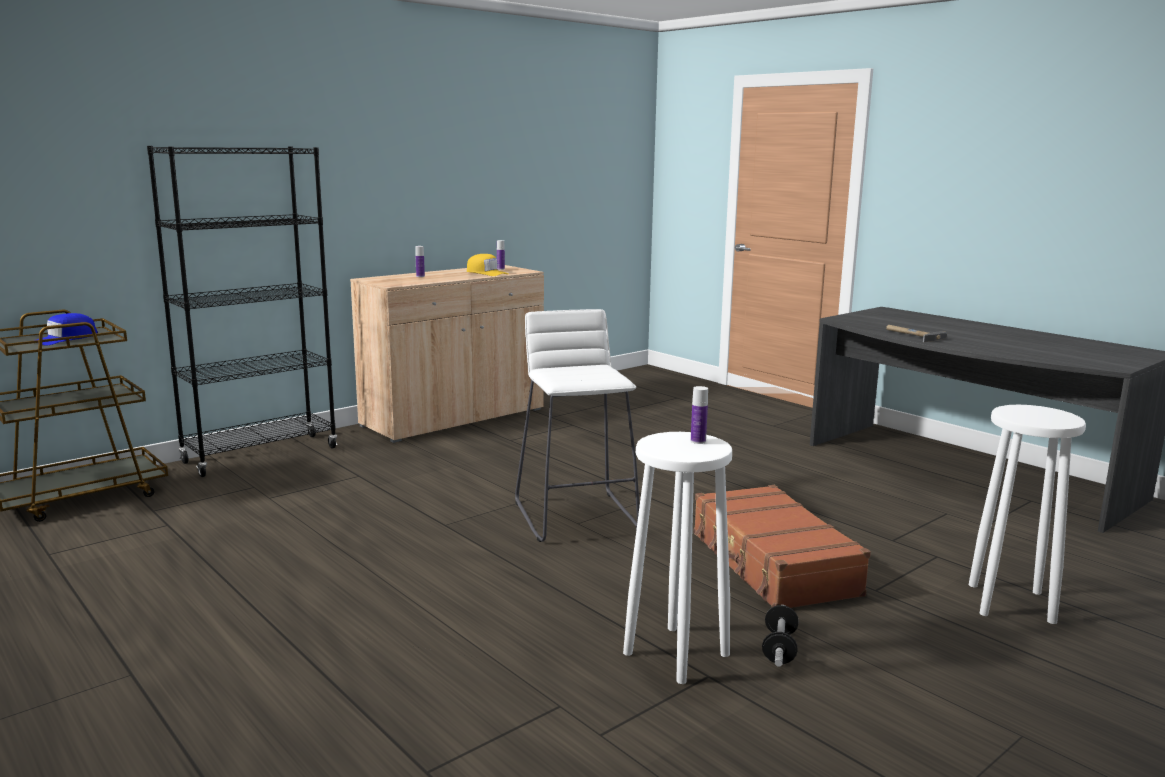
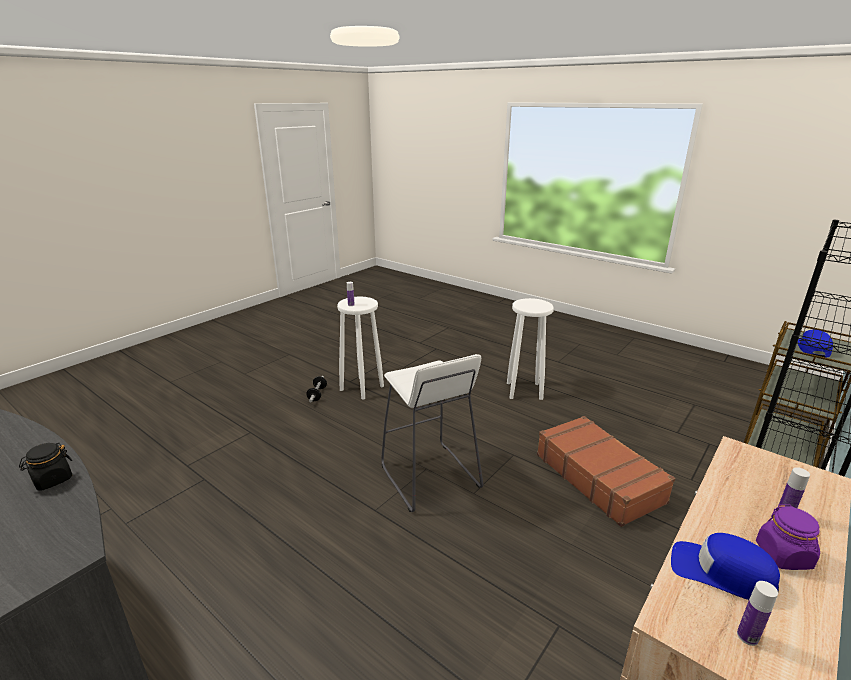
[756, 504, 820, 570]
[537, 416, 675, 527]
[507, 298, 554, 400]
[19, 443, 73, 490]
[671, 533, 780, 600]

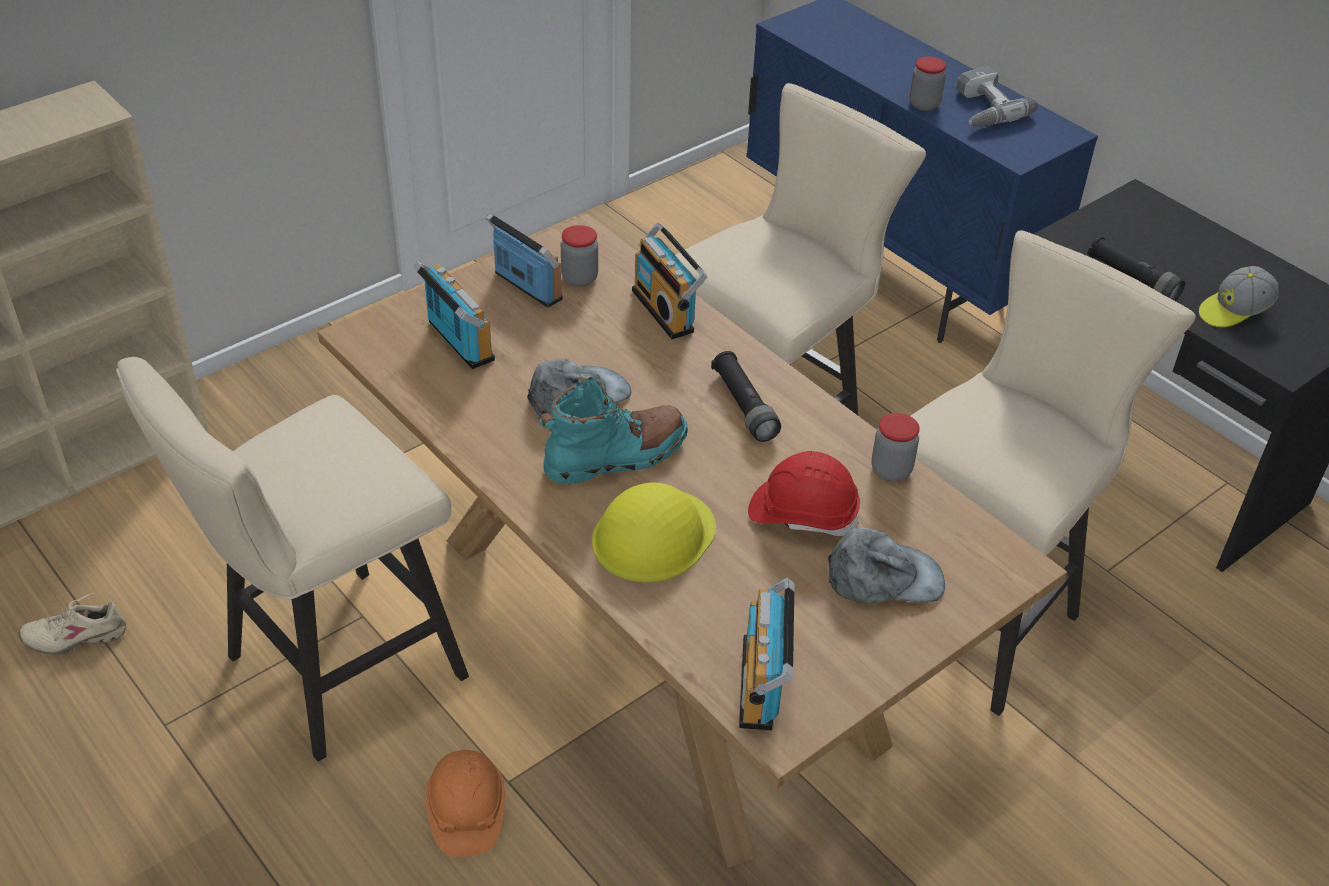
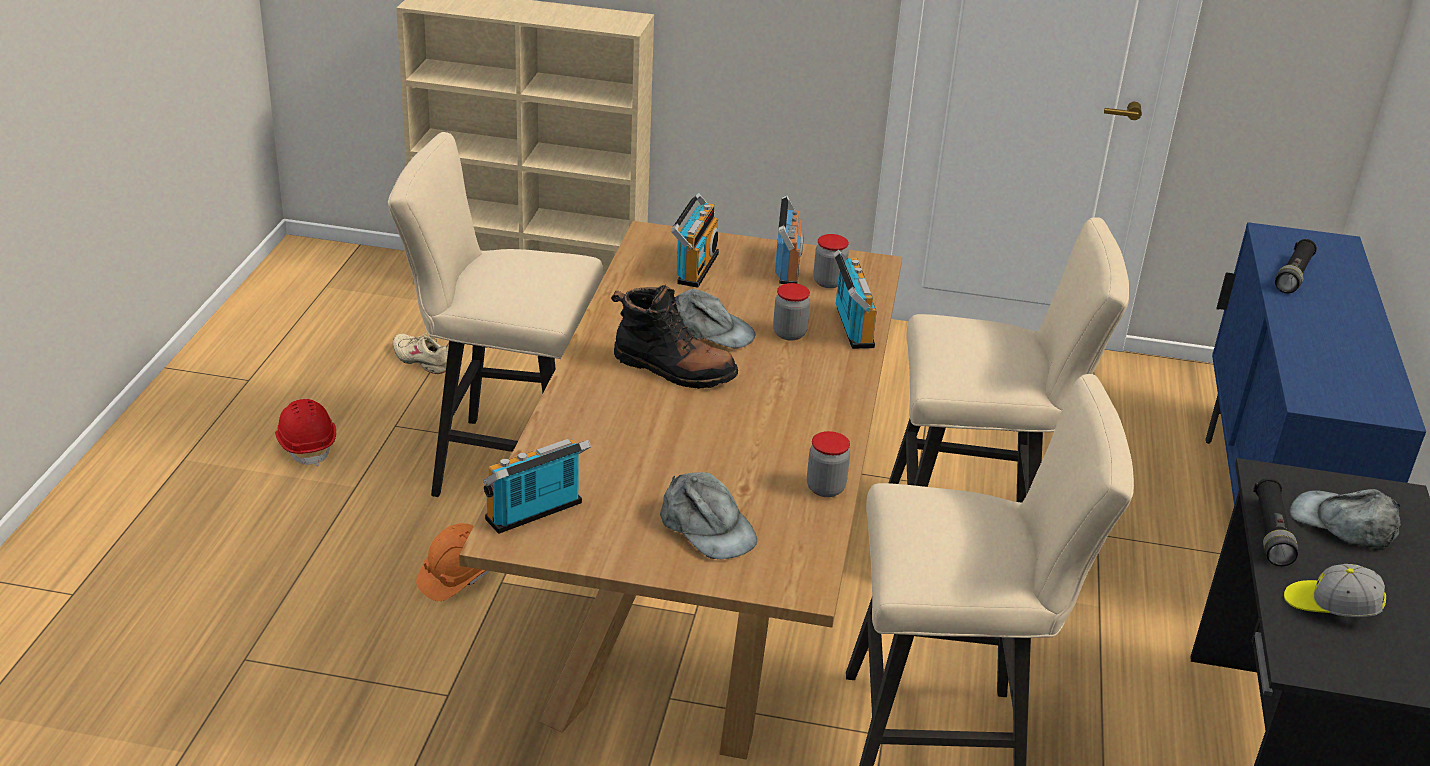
[592, 483, 716, 582] (first image)
[956, 67, 1038, 126] (first image)
[1290, 489, 1401, 547]
[1275, 239, 1317, 293]
[275, 399, 336, 466]
[773, 283, 810, 340]
[611, 285, 738, 389]
[834, 250, 877, 349]

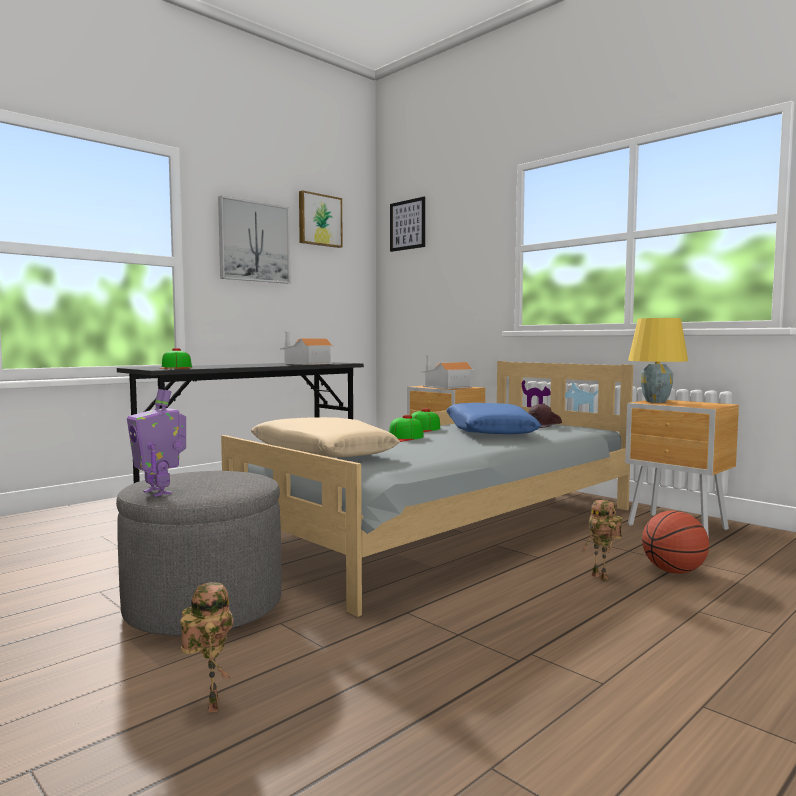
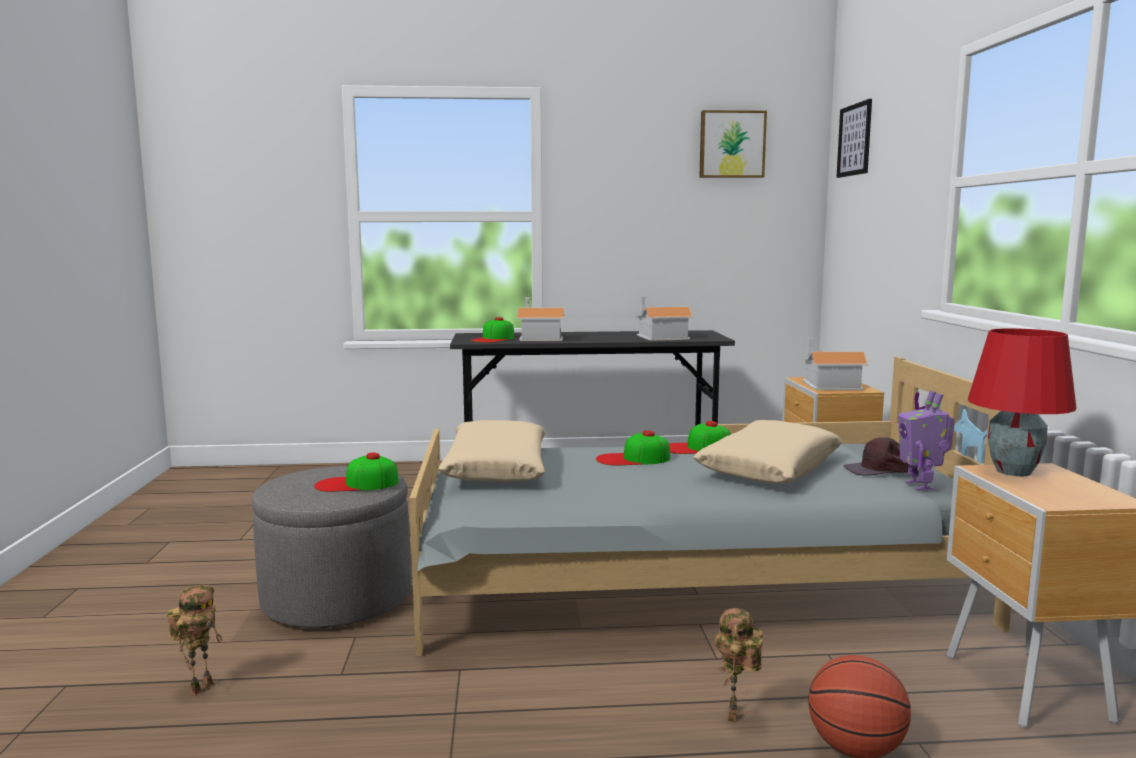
[218, 196, 290, 284] (first image)
[314, 453, 399, 492]
[517, 297, 564, 341]
[898, 390, 955, 490]
[693, 420, 843, 484]
[968, 328, 1077, 476]

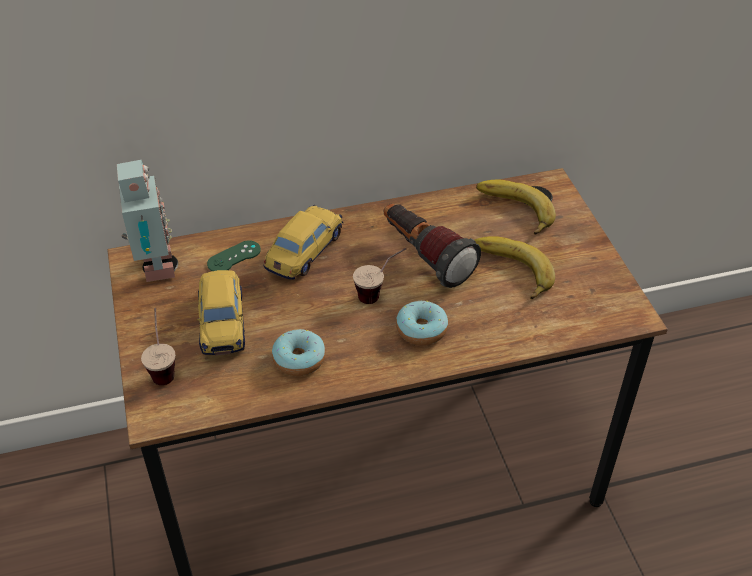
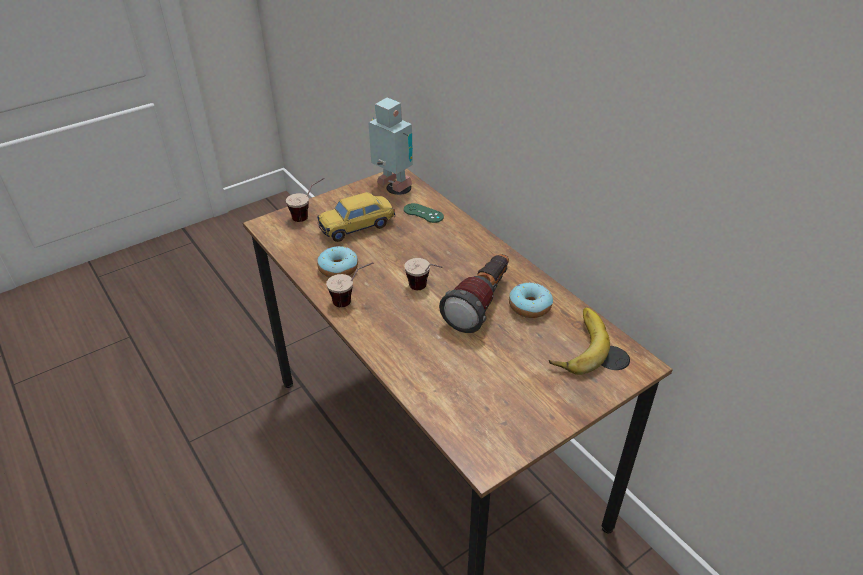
[264, 205, 343, 280] (first image)
[475, 236, 555, 299] (first image)
[326, 262, 374, 307]
[509, 282, 553, 318]
[368, 97, 413, 192]

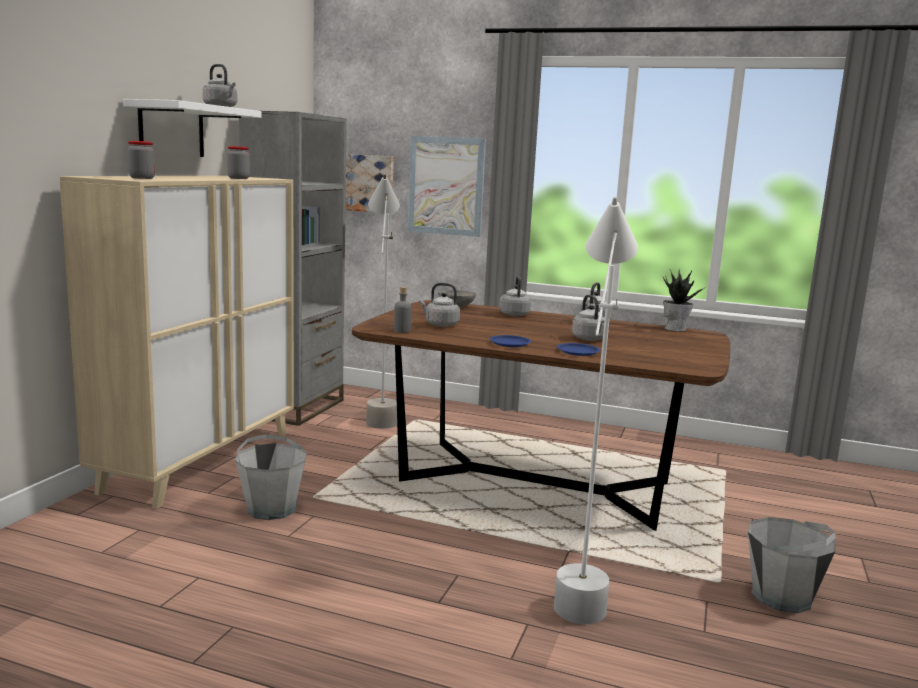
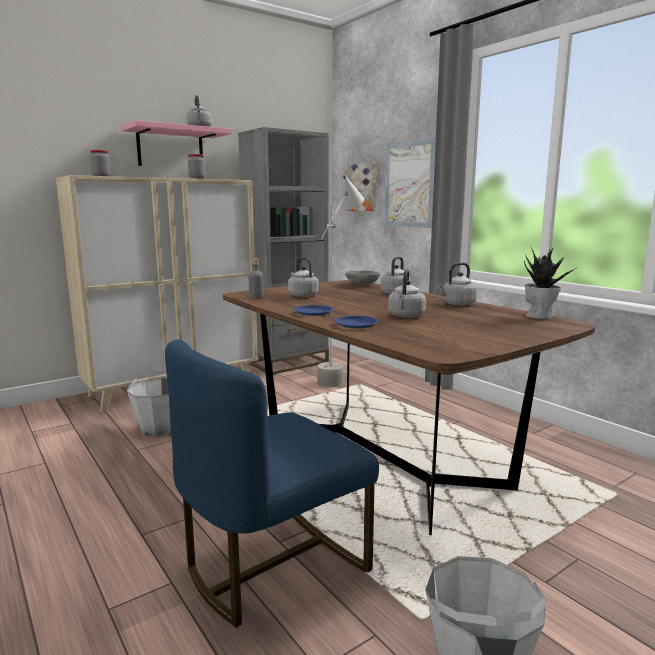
[165, 340, 379, 628]
[121, 120, 232, 166]

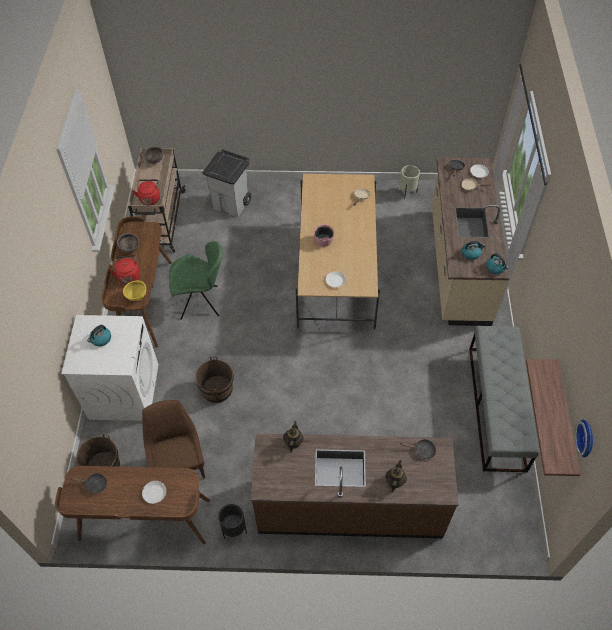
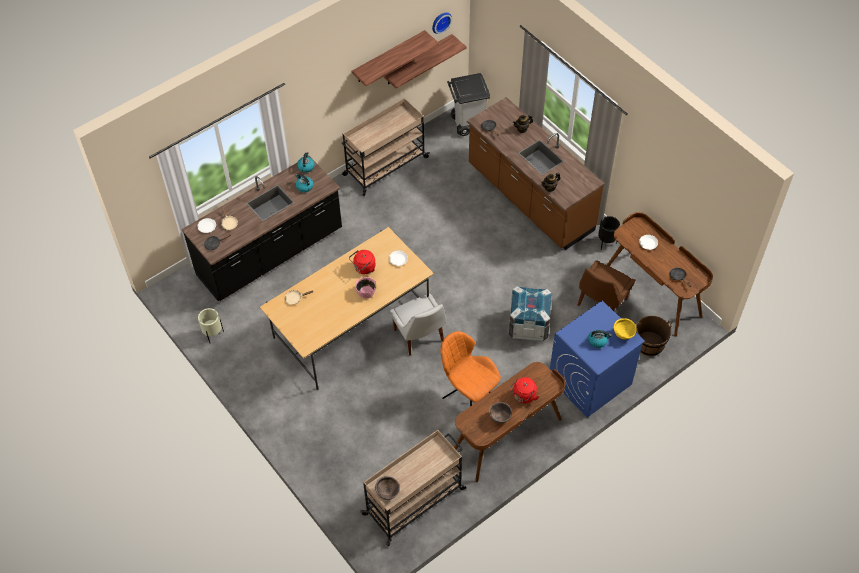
[352, 30, 440, 86]
[390, 293, 446, 356]
[614, 318, 637, 340]
[349, 250, 375, 274]
[447, 73, 490, 136]
[508, 286, 552, 341]
[342, 98, 430, 196]
[550, 301, 645, 418]
[440, 331, 501, 406]
[182, 156, 342, 301]

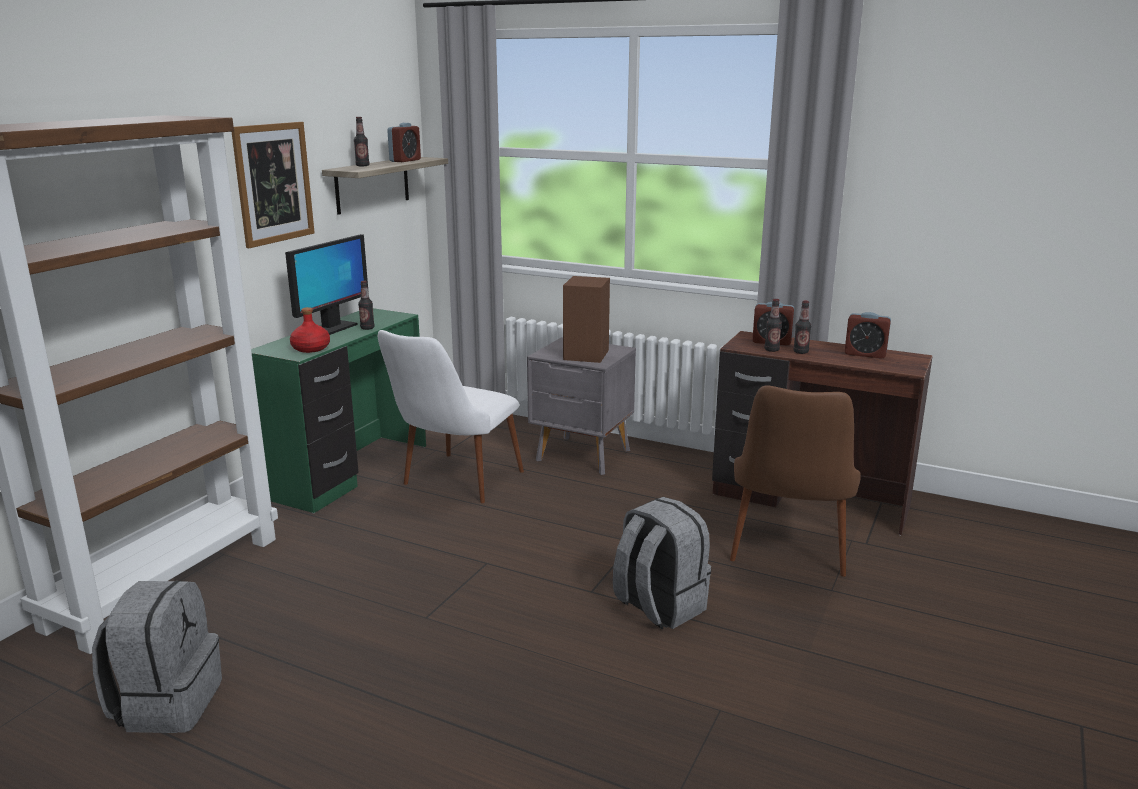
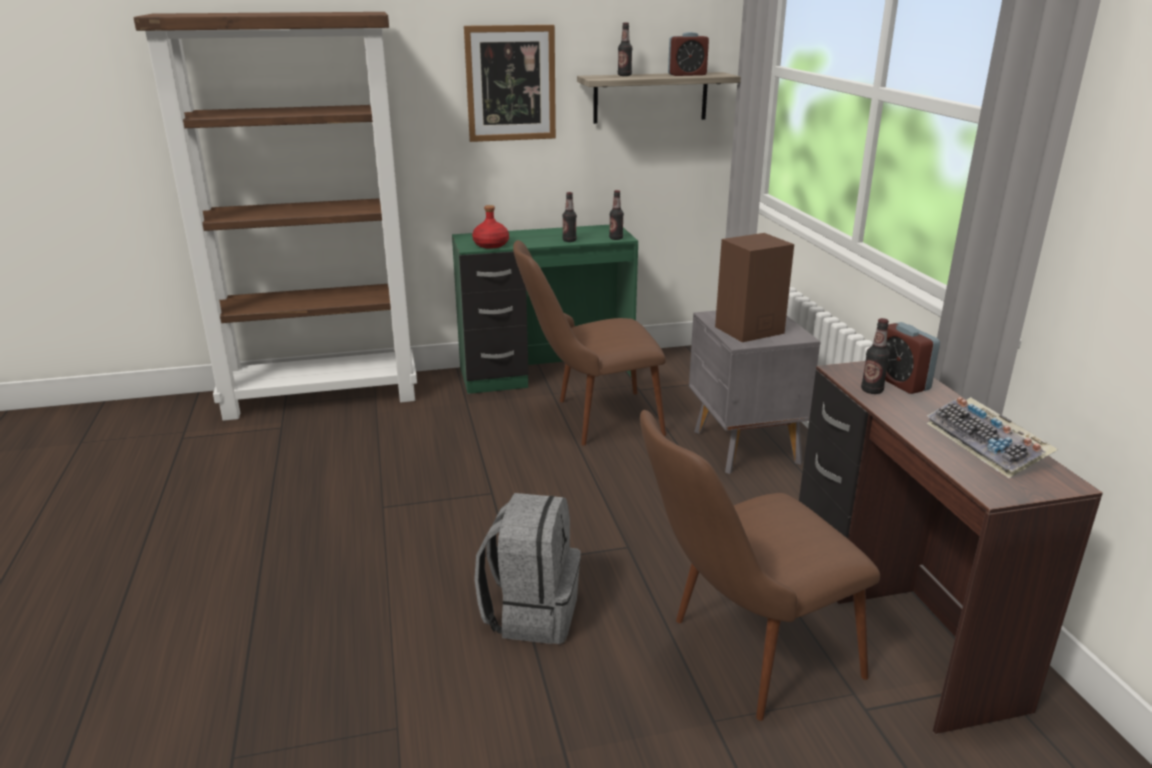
[92, 581, 222, 733] (first image)
[285, 234, 369, 335] (first image)
[609, 190, 624, 240]
[927, 397, 1058, 478]
[513, 240, 666, 445]

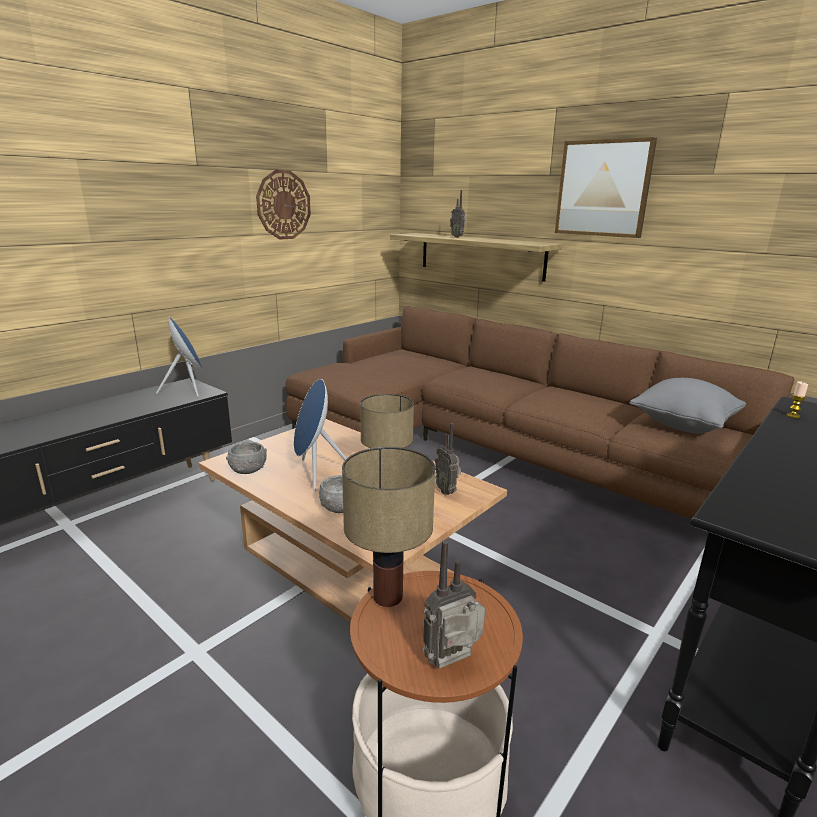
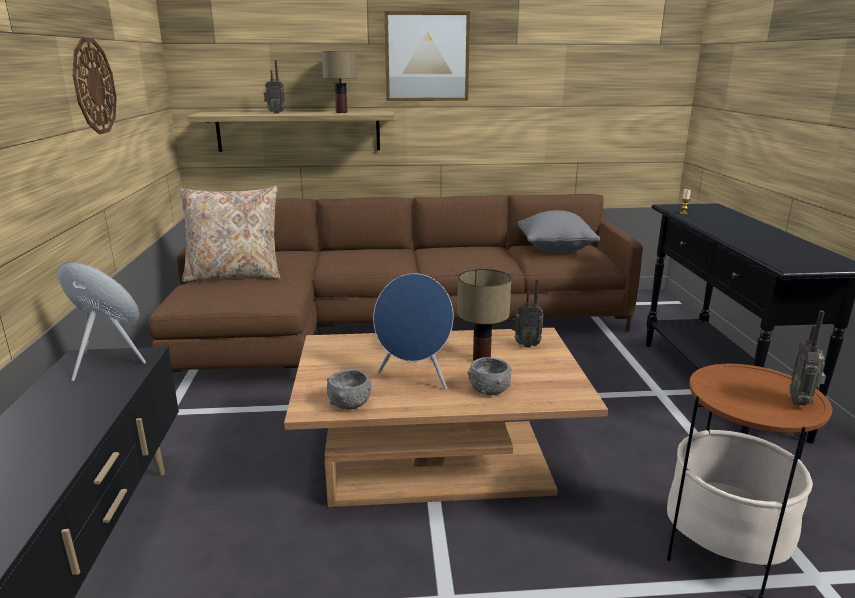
[180, 186, 280, 282]
[322, 51, 357, 113]

